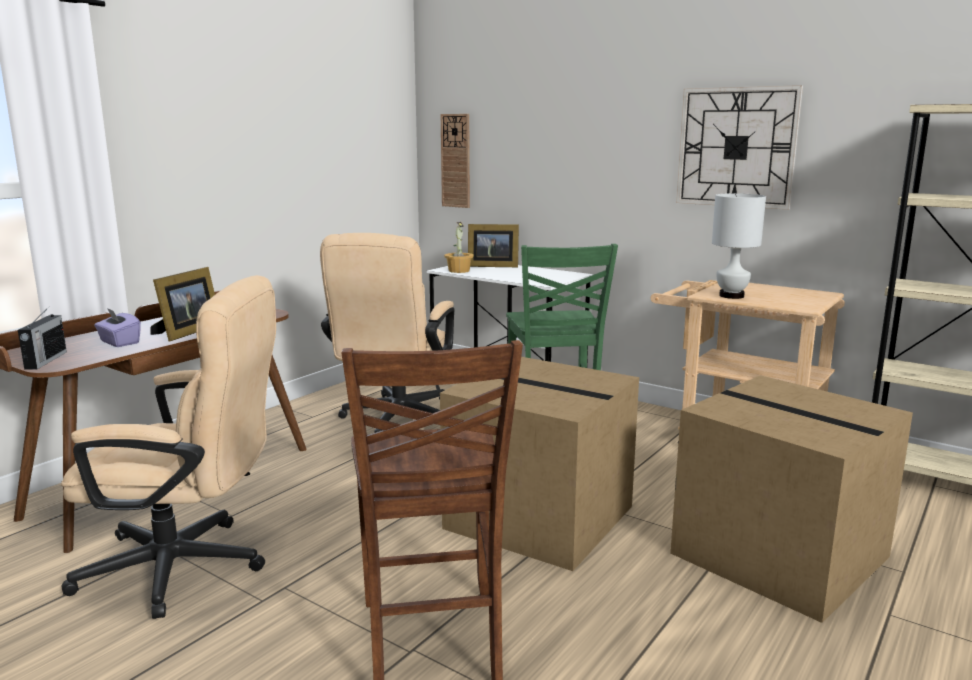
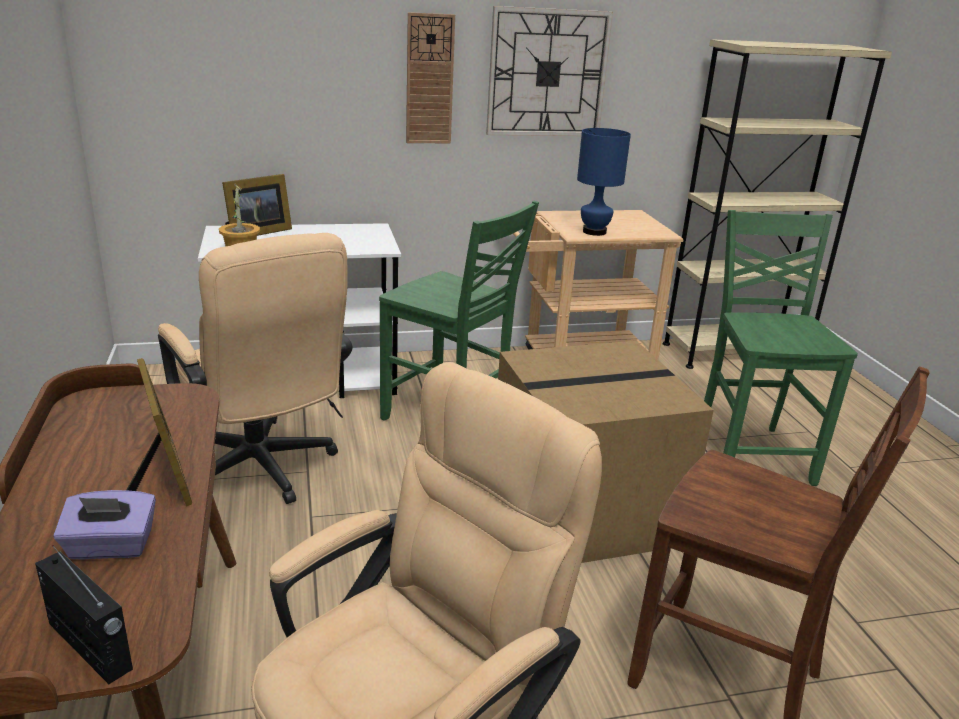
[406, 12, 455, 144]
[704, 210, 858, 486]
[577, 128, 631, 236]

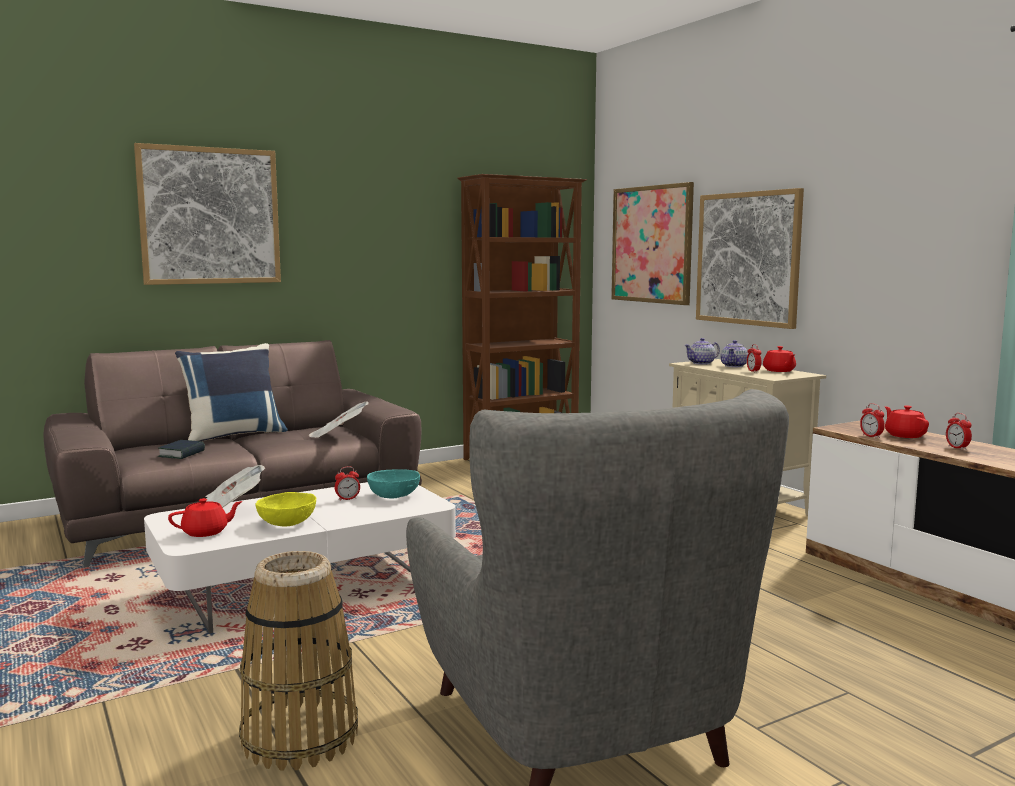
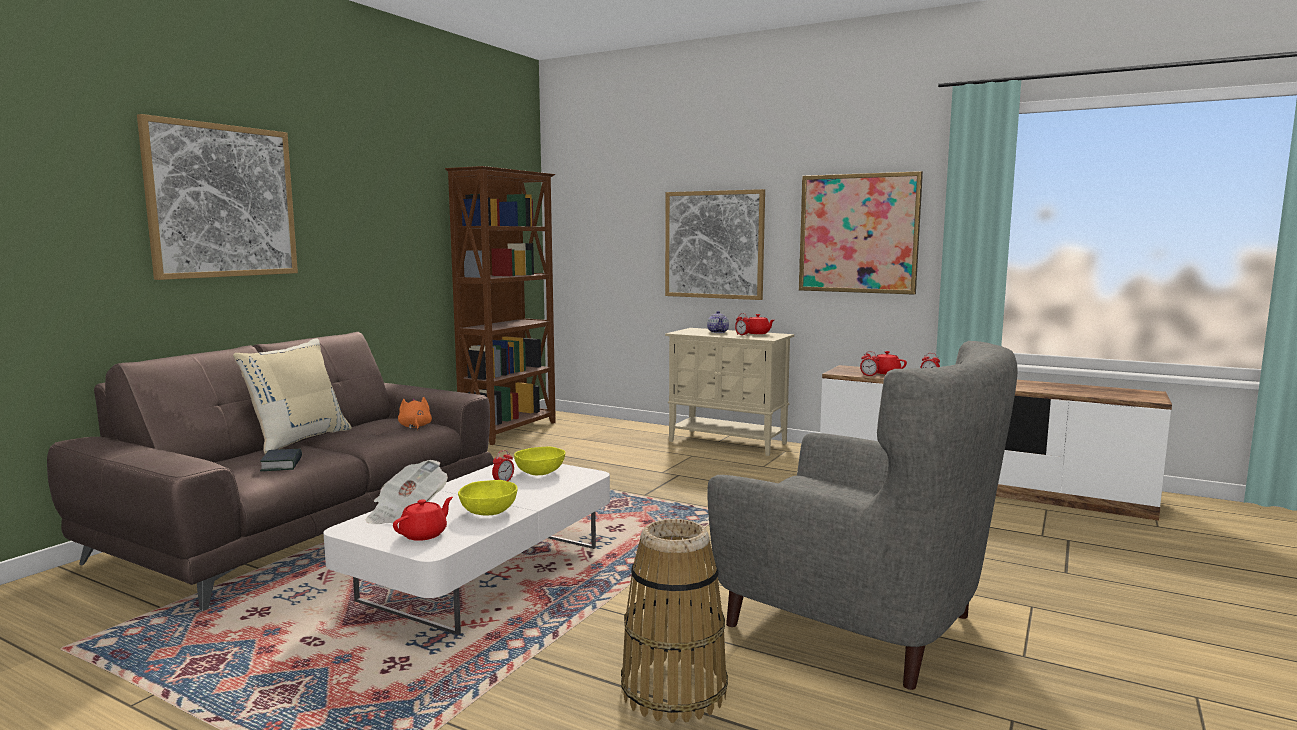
[684, 338, 720, 365] (first image)
[799, 171, 923, 295]
[398, 397, 432, 430]
[233, 338, 352, 454]
[514, 447, 565, 475]

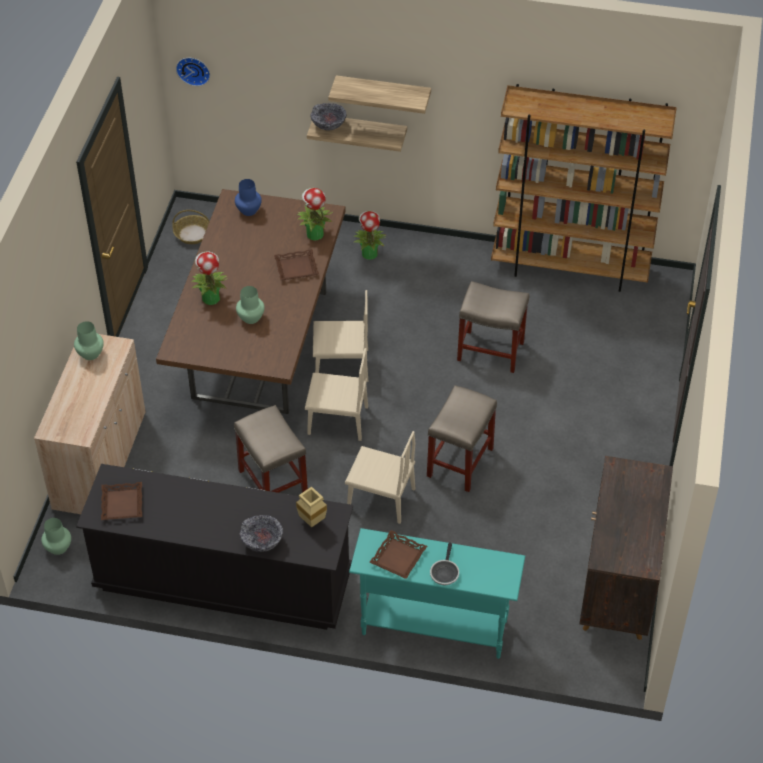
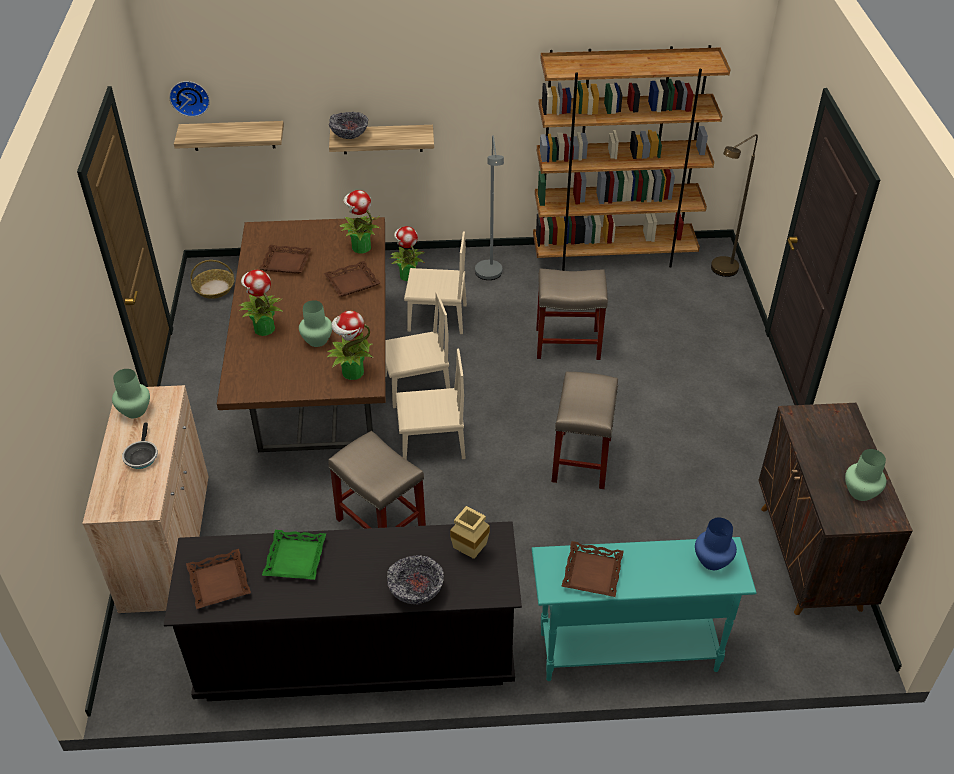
[259, 245, 312, 274]
[262, 530, 326, 580]
[327, 311, 373, 380]
[475, 135, 504, 280]
[711, 134, 758, 277]
[845, 449, 886, 501]
[695, 517, 737, 570]
[174, 121, 284, 151]
[404, 232, 467, 334]
[122, 423, 158, 469]

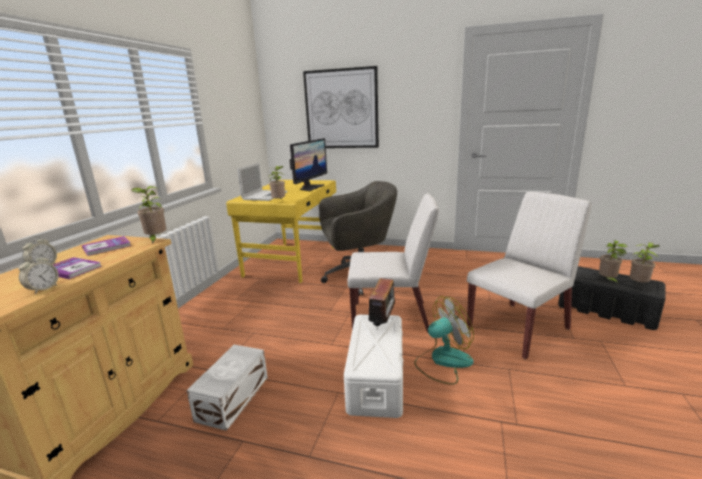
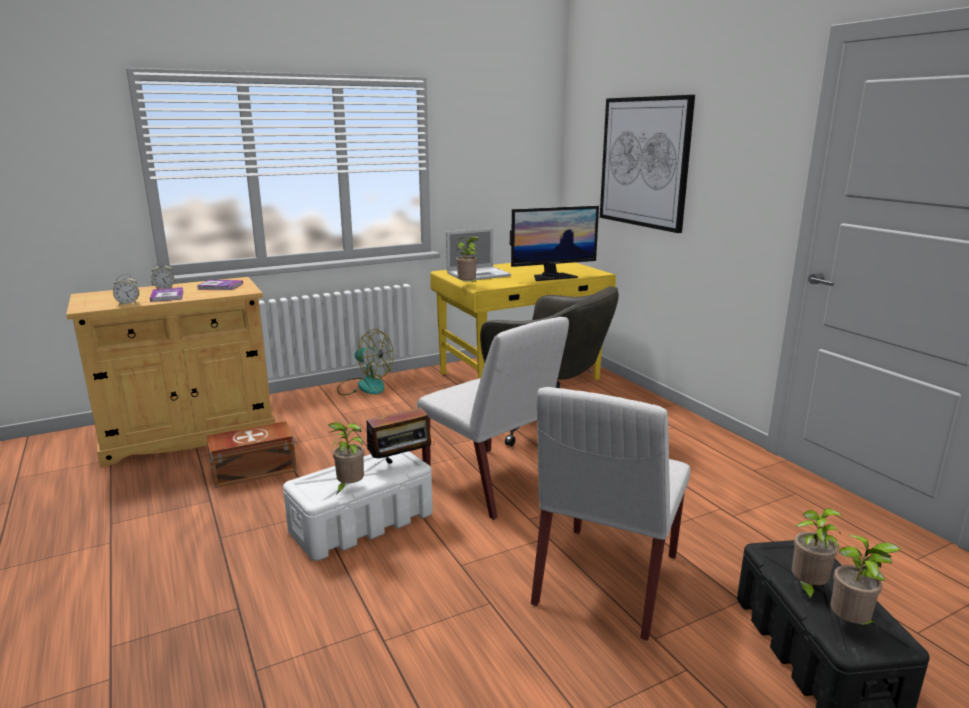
[328, 422, 364, 495]
[337, 329, 394, 395]
[206, 421, 297, 488]
[531, 387, 690, 641]

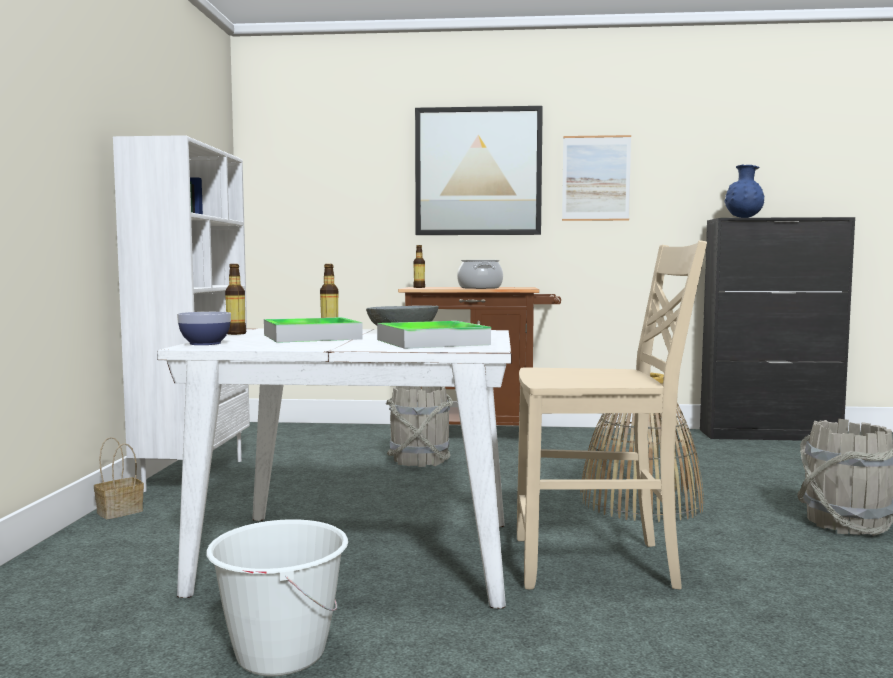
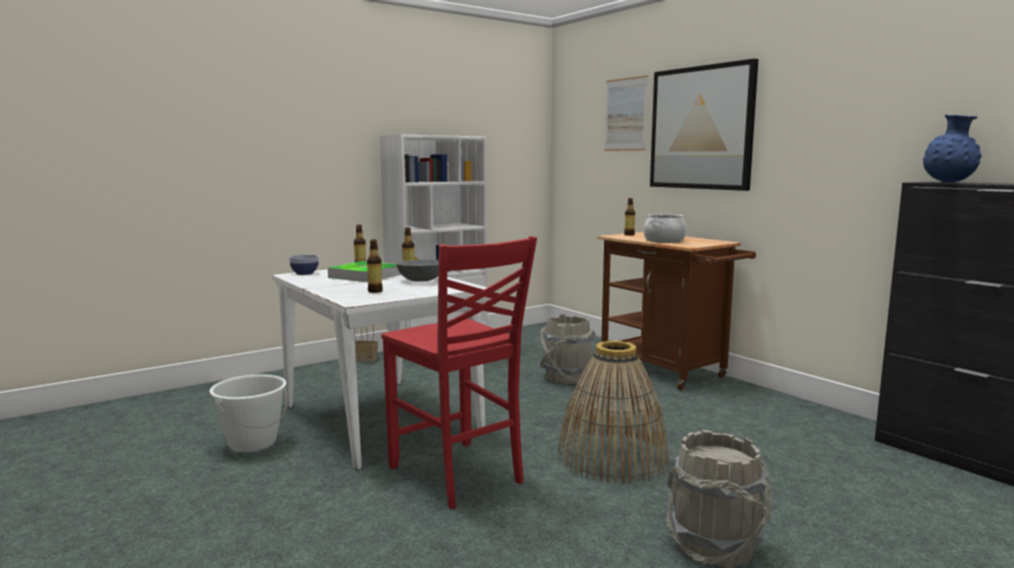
[604, 75, 648, 151]
[367, 240, 383, 293]
[381, 236, 537, 509]

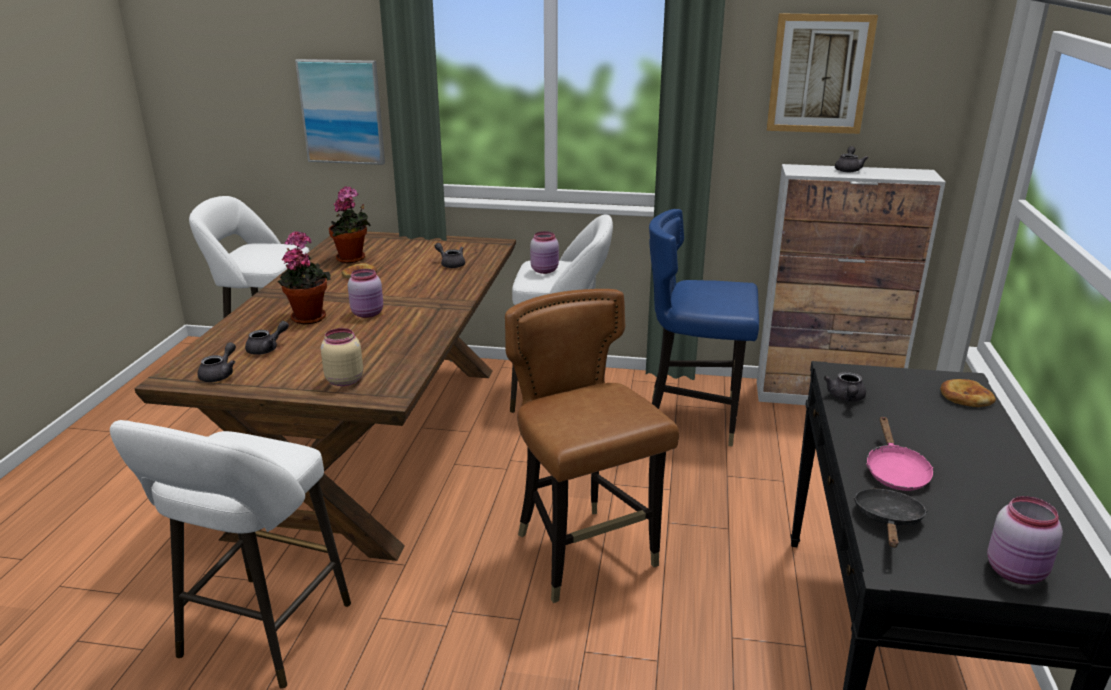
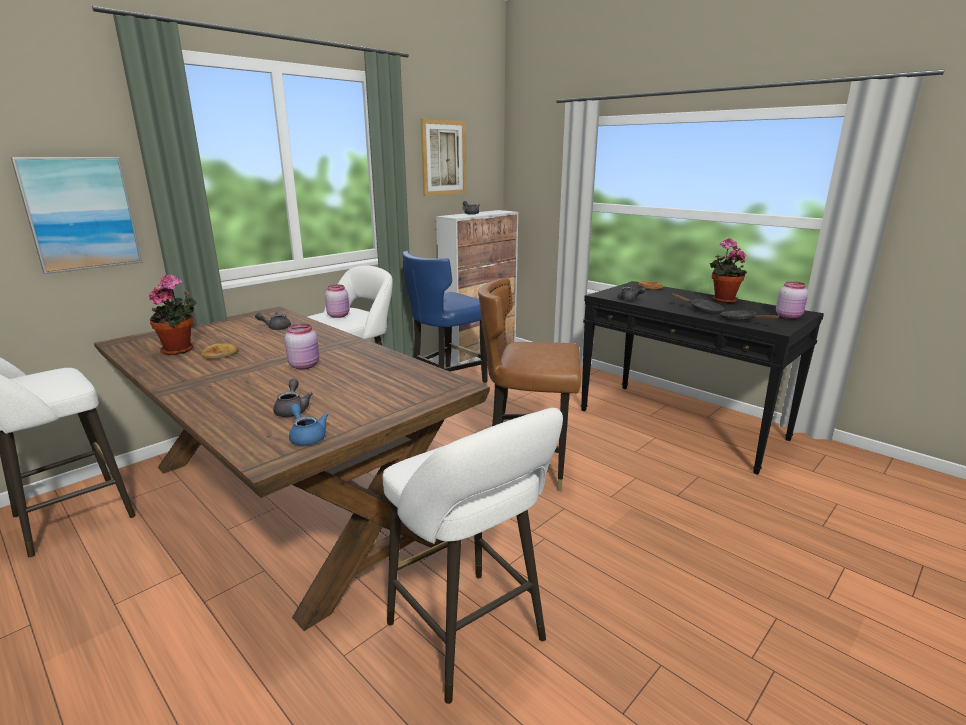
[321, 328, 363, 386] (first image)
[709, 238, 747, 303]
[289, 404, 329, 446]
[671, 293, 724, 314]

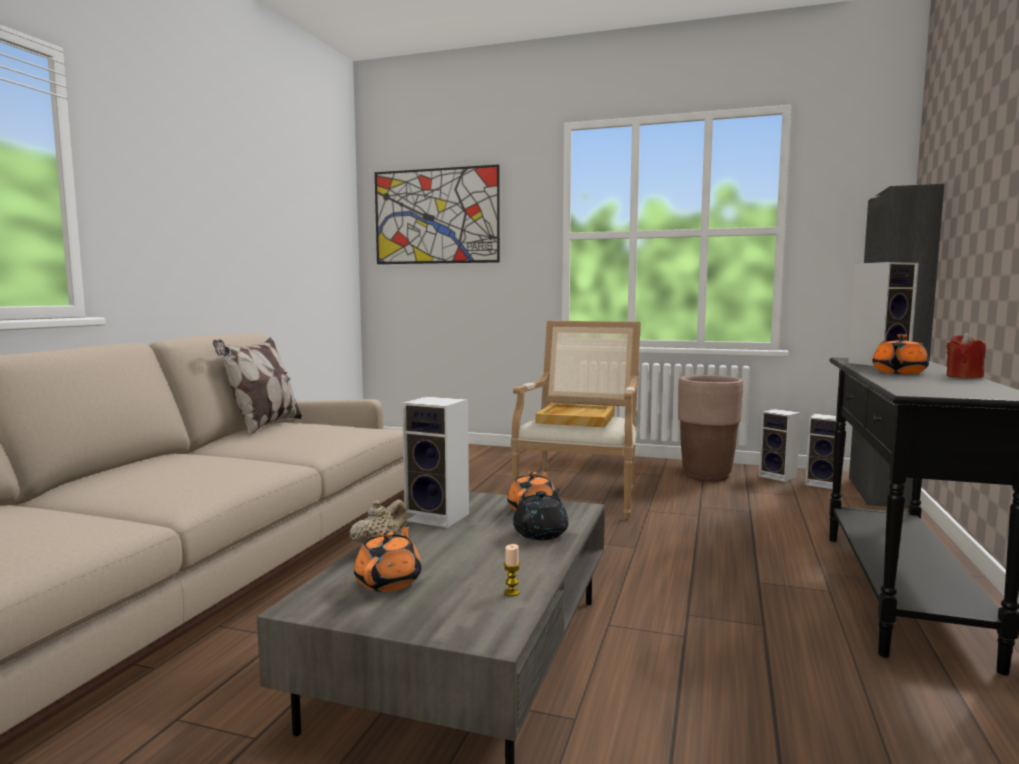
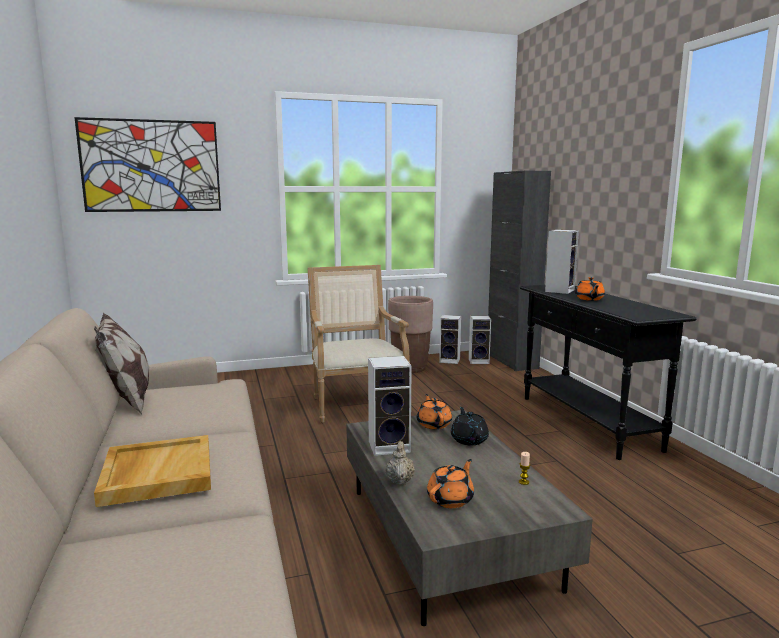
[946, 333, 986, 378] (first image)
[94, 435, 211, 507]
[427, 459, 474, 508]

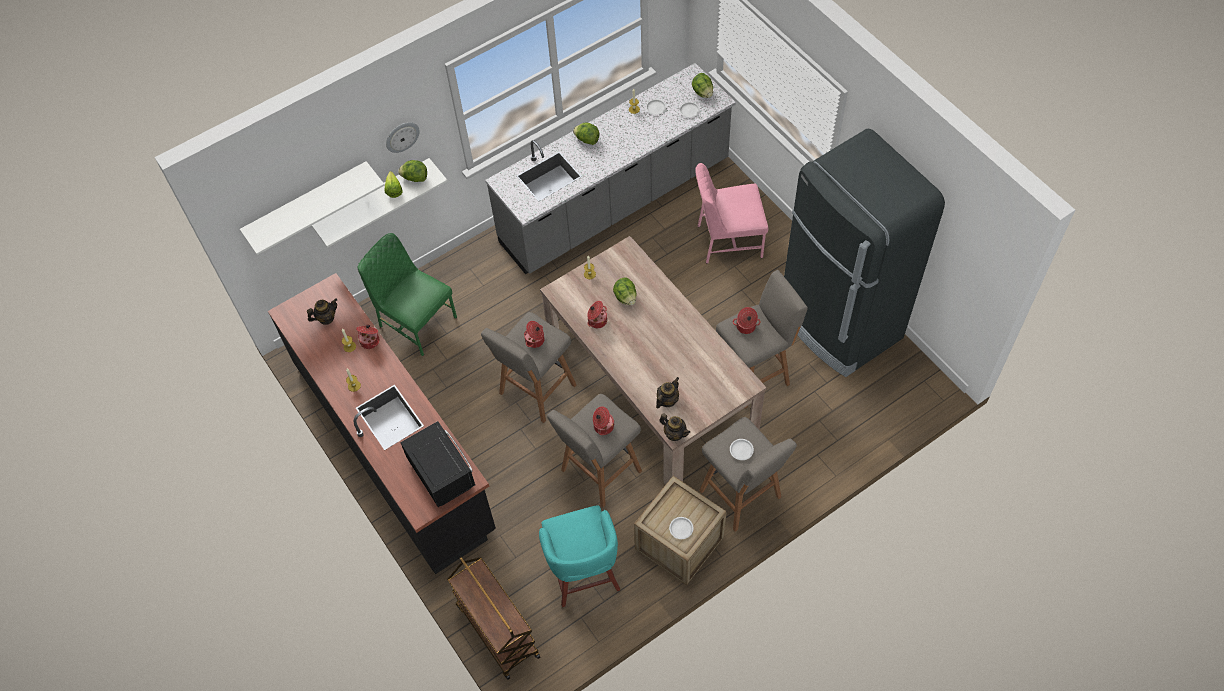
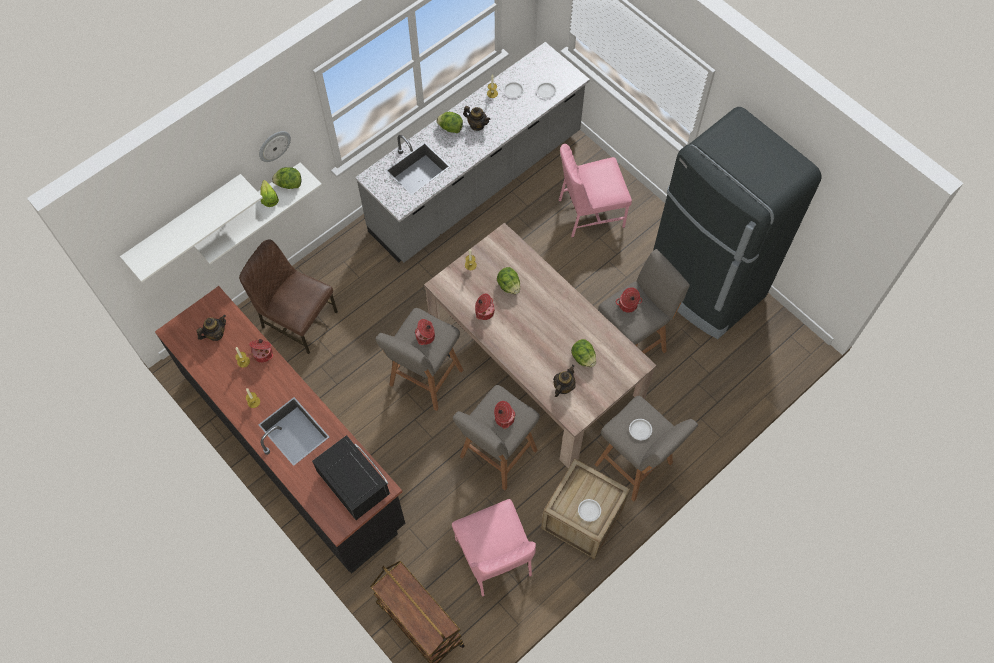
[463, 106, 490, 131]
[571, 339, 596, 367]
[452, 499, 536, 597]
[239, 240, 338, 354]

